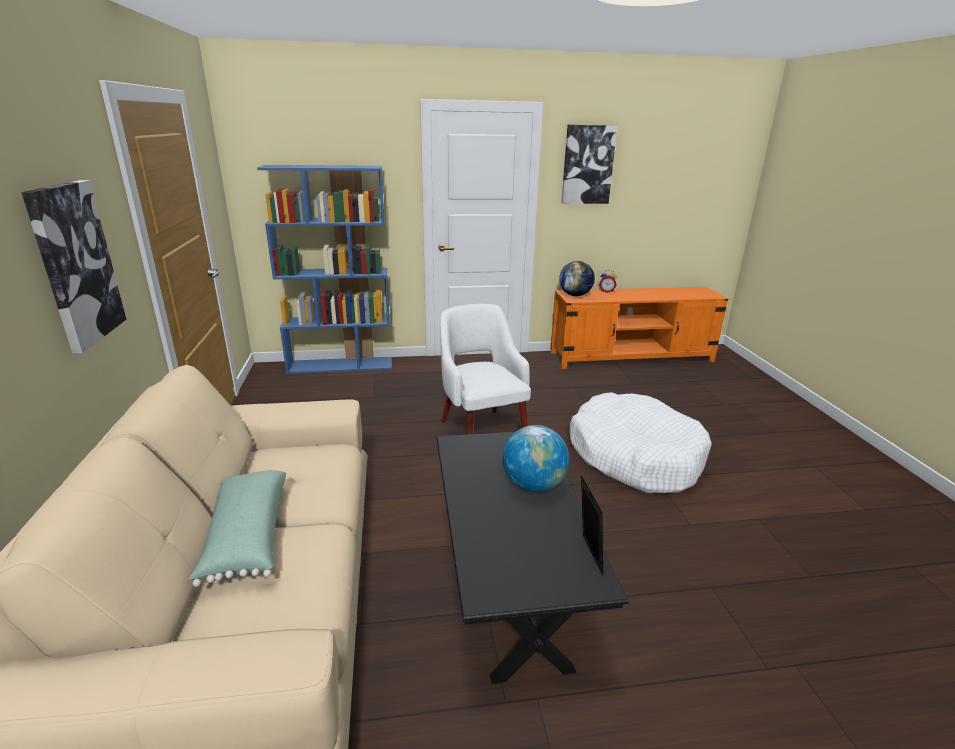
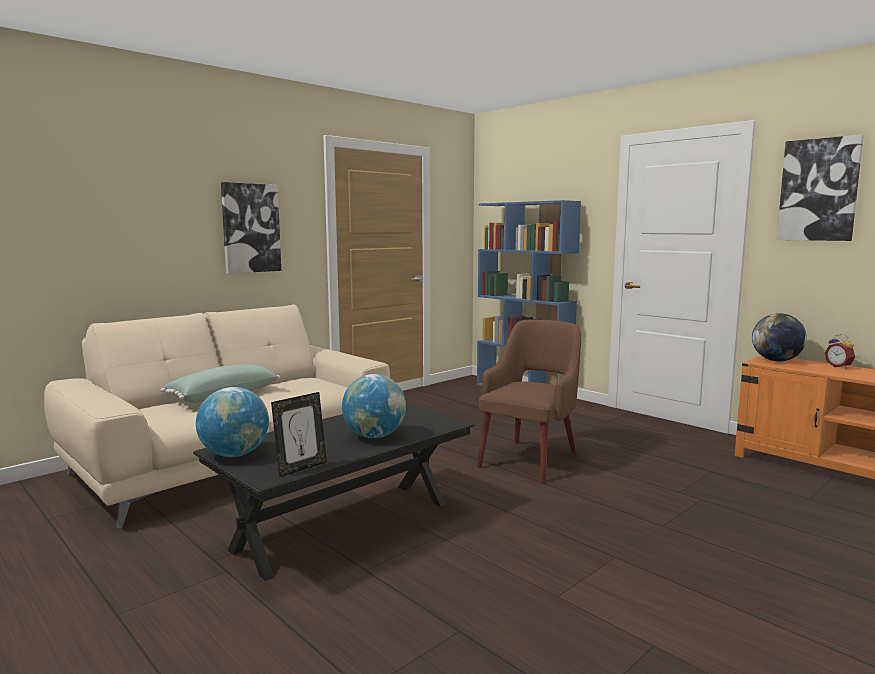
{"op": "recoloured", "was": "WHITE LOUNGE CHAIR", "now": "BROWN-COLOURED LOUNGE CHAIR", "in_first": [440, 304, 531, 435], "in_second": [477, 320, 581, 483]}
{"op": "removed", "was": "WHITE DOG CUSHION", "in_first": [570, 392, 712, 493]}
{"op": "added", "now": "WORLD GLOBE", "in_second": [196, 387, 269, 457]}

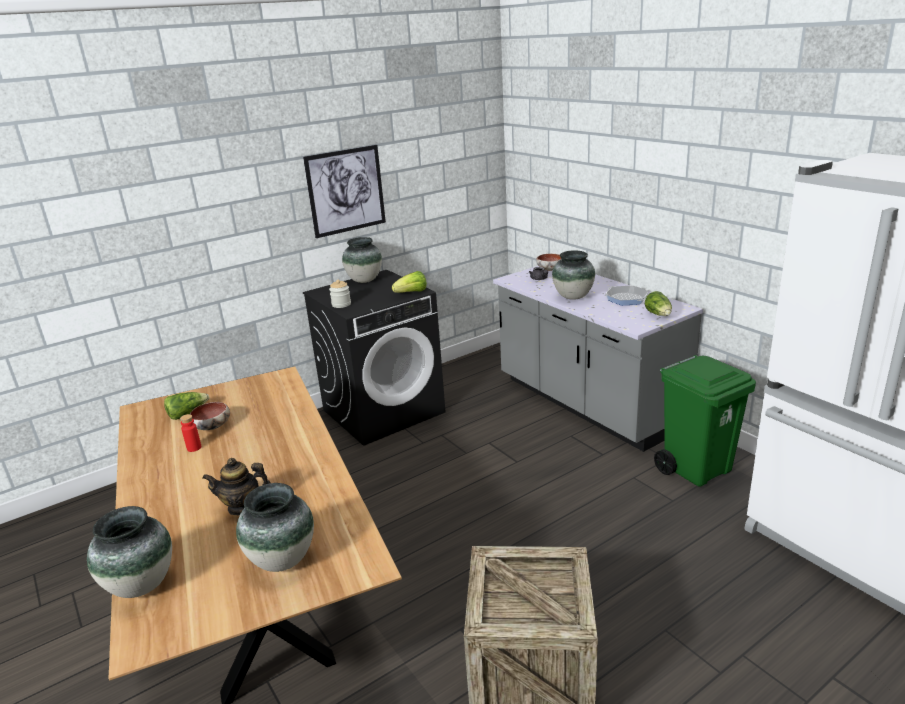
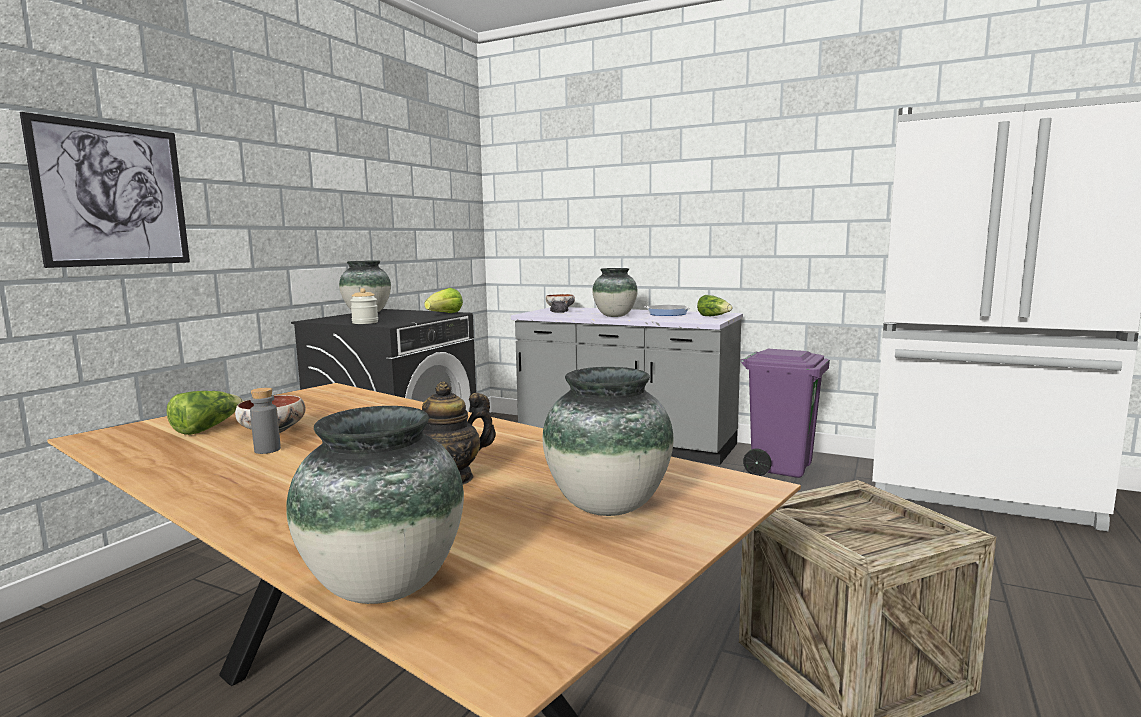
{"op": "moved", "was": "WALL ART", "in_first": [303, 145, 386, 238], "in_second": [20, 112, 190, 268]}
{"op": "recoloured", "was": "GREEN-COLOURED WASTE BIN", "now": "PURPLE WASTE BIN", "in_first": [654, 355, 756, 487], "in_second": [741, 349, 830, 478]}
{"op": "recoloured", "was": "RED BOTTLE", "now": "GRAY BOTTLE", "in_first": [180, 414, 201, 452], "in_second": [250, 388, 281, 454]}

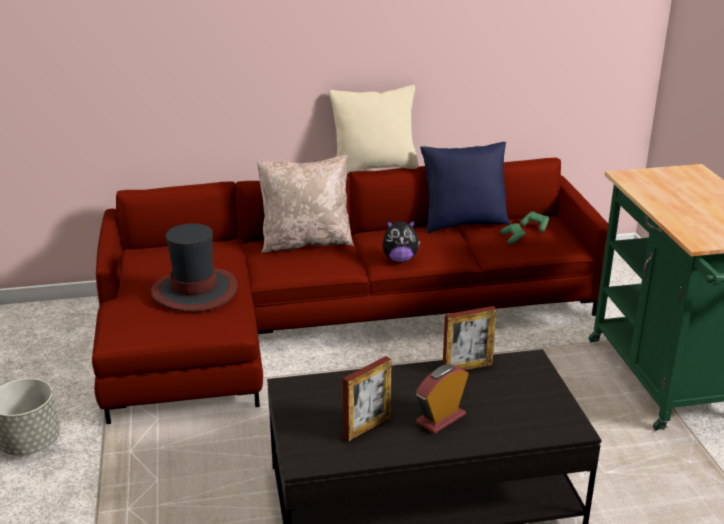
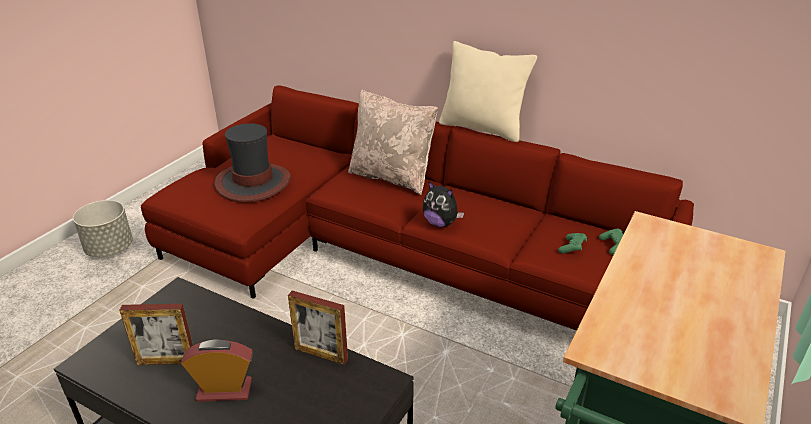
{"op": "removed", "was": "BLUISH THROW PILLOW", "in_first": [420, 142, 510, 233]}

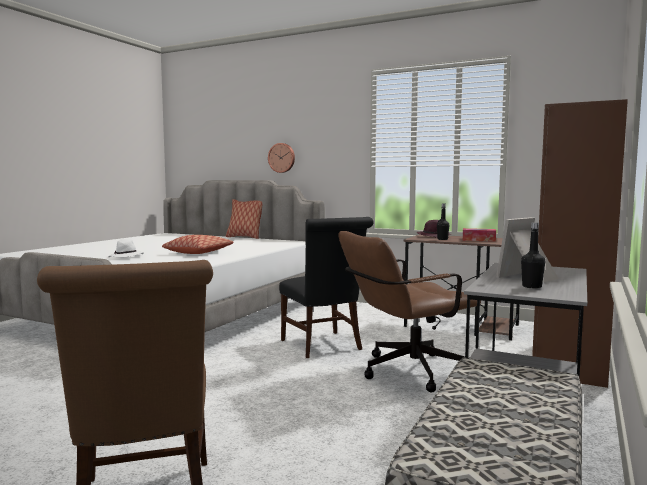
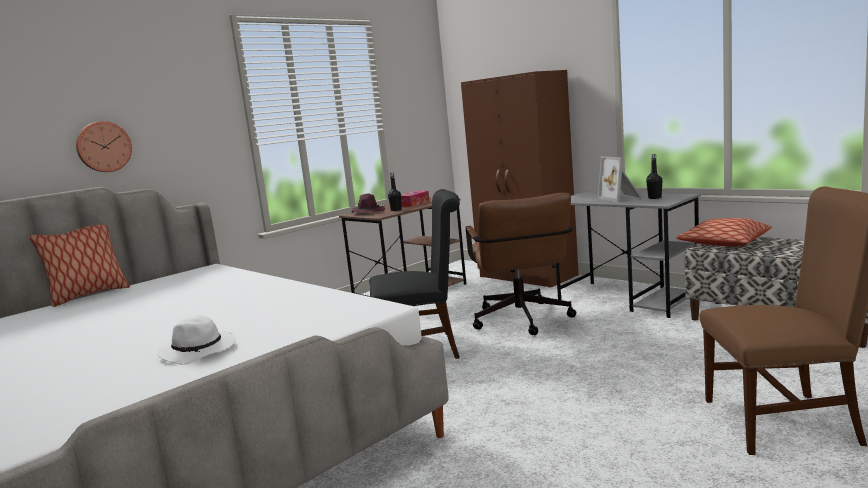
{"op": "moved", "was": "THROW PILLOW", "in_first": [162, 235, 234, 254], "in_second": [676, 218, 772, 247]}

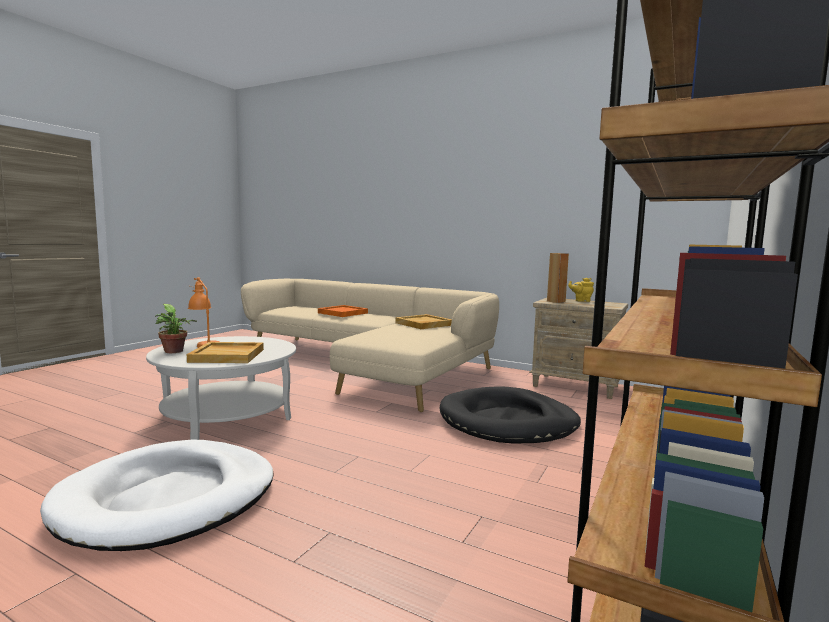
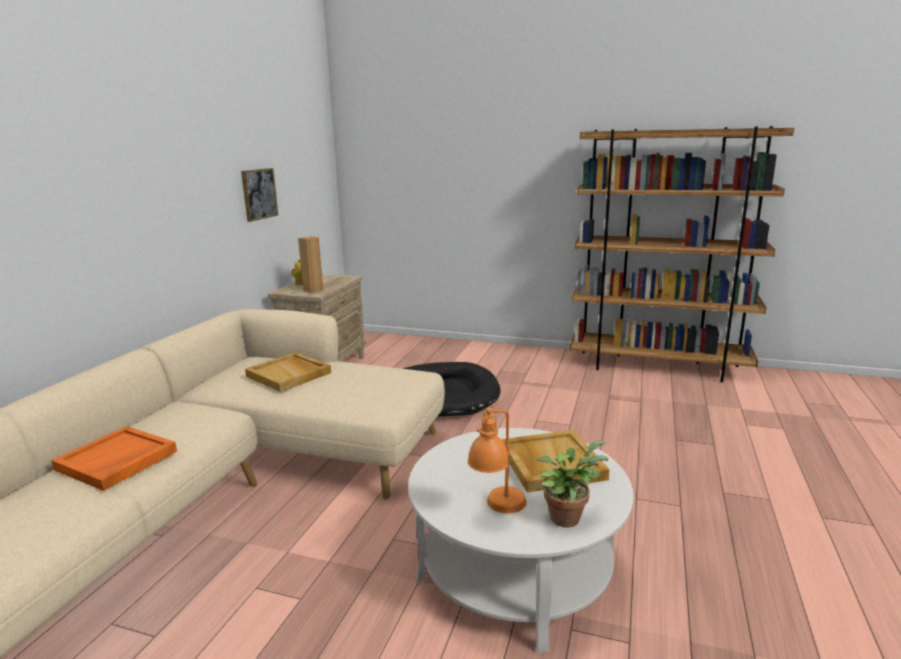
{"op": "removed", "was": "WHITE DOG CUSHION", "in_first": [40, 440, 274, 551]}
{"op": "added", "now": "WALL ART", "in_second": [241, 168, 278, 222]}

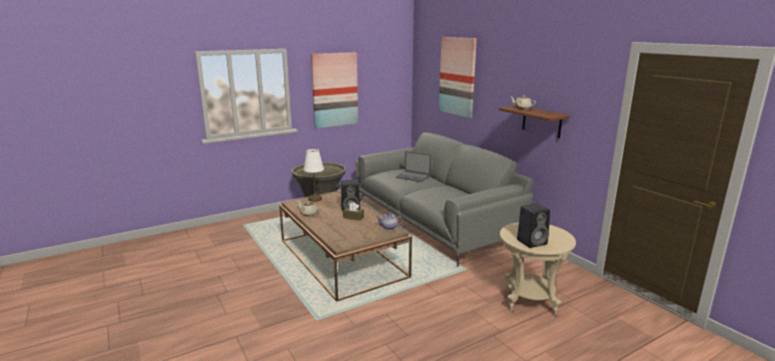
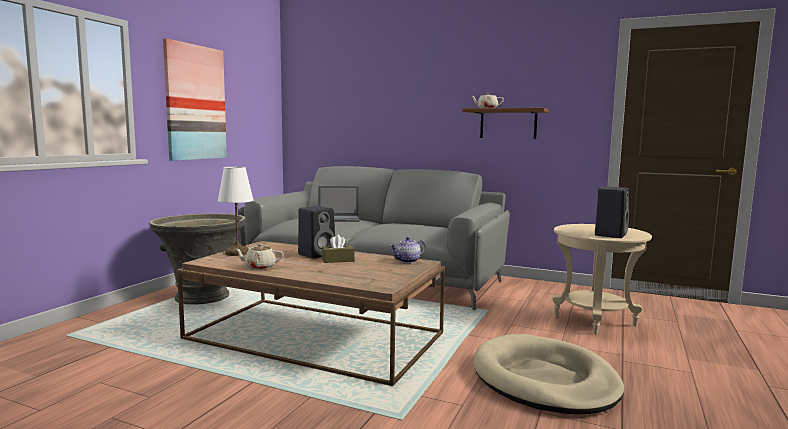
{"op": "removed", "was": "WALL ART", "in_first": [439, 37, 477, 118]}
{"op": "added", "now": "BEIGE DOG CUSHION", "in_second": [473, 334, 624, 415]}

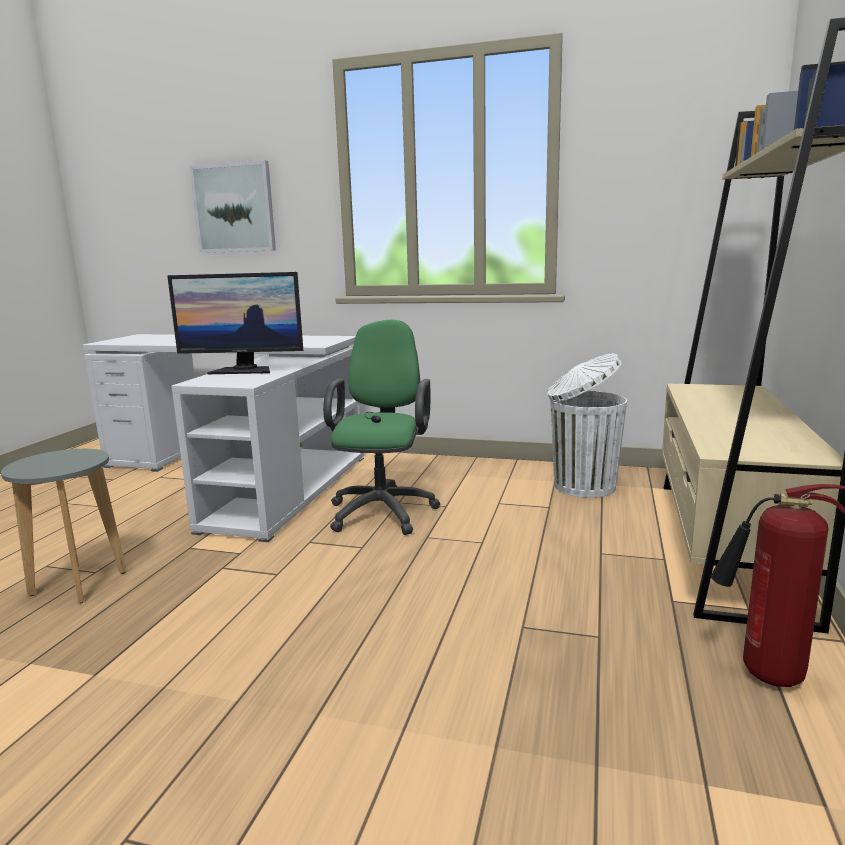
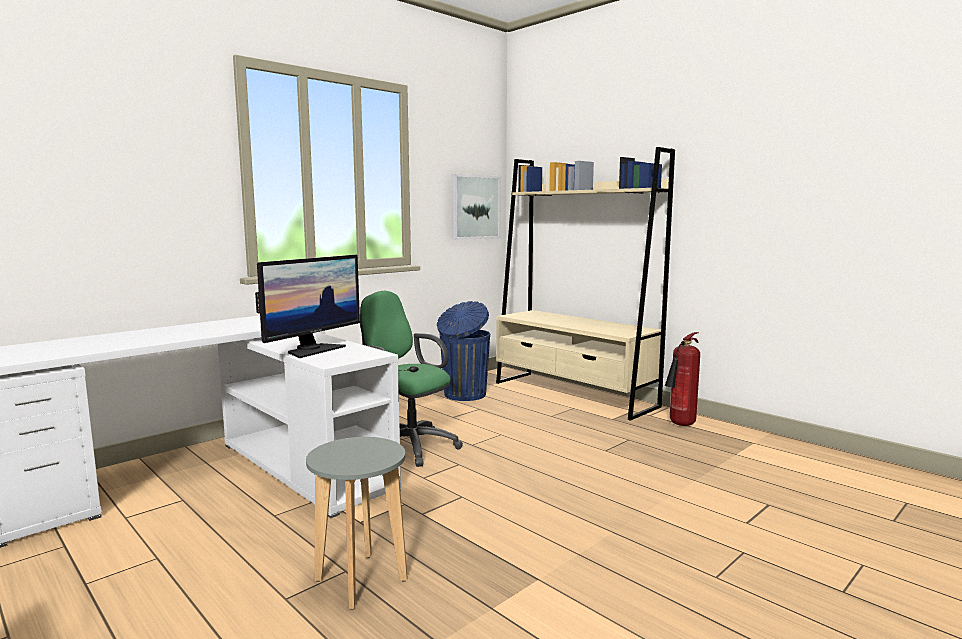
{"op": "moved", "was": "WALL ART", "in_first": [190, 160, 276, 253], "in_second": [451, 174, 501, 240]}
{"op": "recoloured", "was": "WHITE WASTE BIN", "now": "BLUISH WASTE BIN", "in_first": [547, 353, 627, 498], "in_second": [437, 301, 490, 401]}

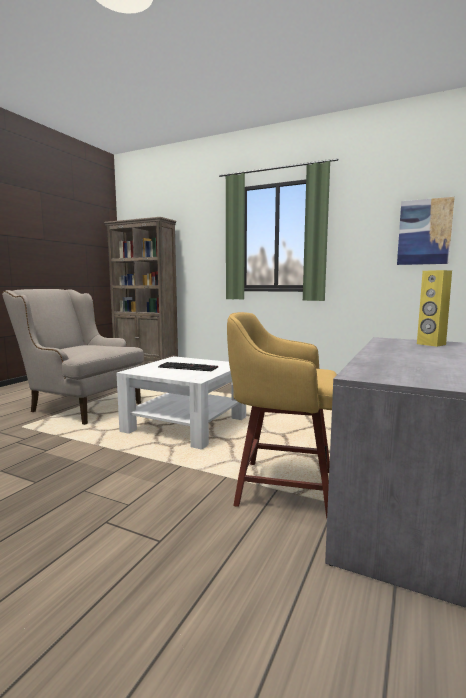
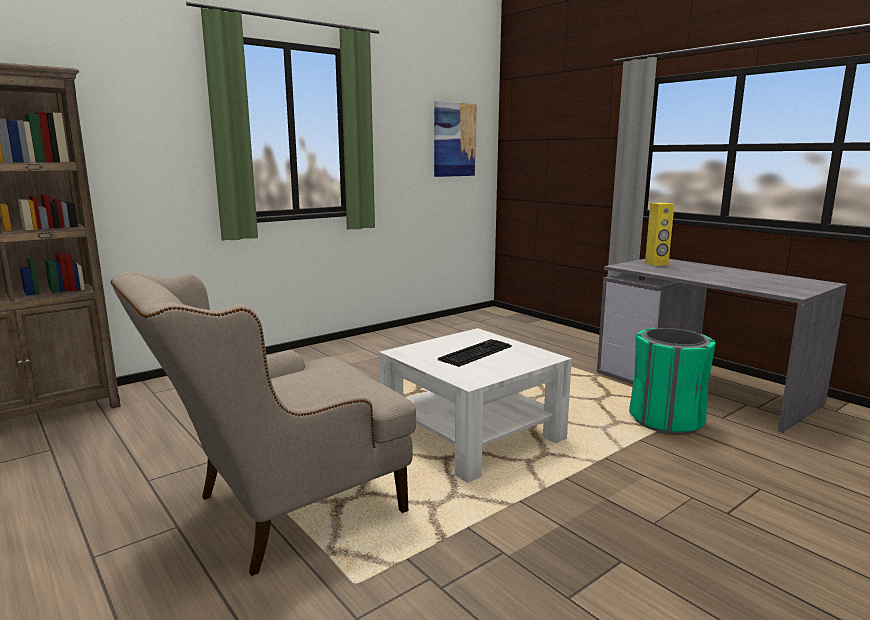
{"op": "replaced", "was": "YELLOW-COLOURED STOOL SEAT", "now": "GREEN-COLOURED WASTE BIN", "in_first": [227, 312, 337, 518], "in_second": [629, 328, 716, 435]}

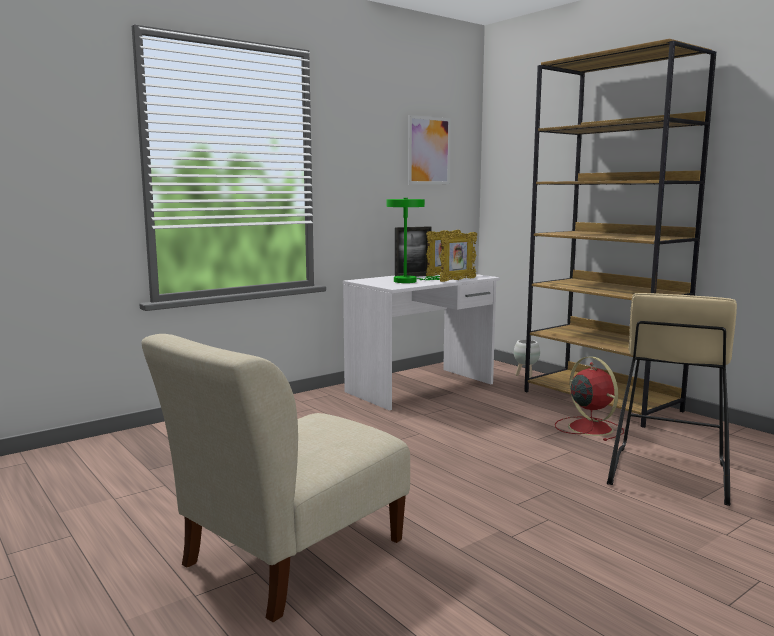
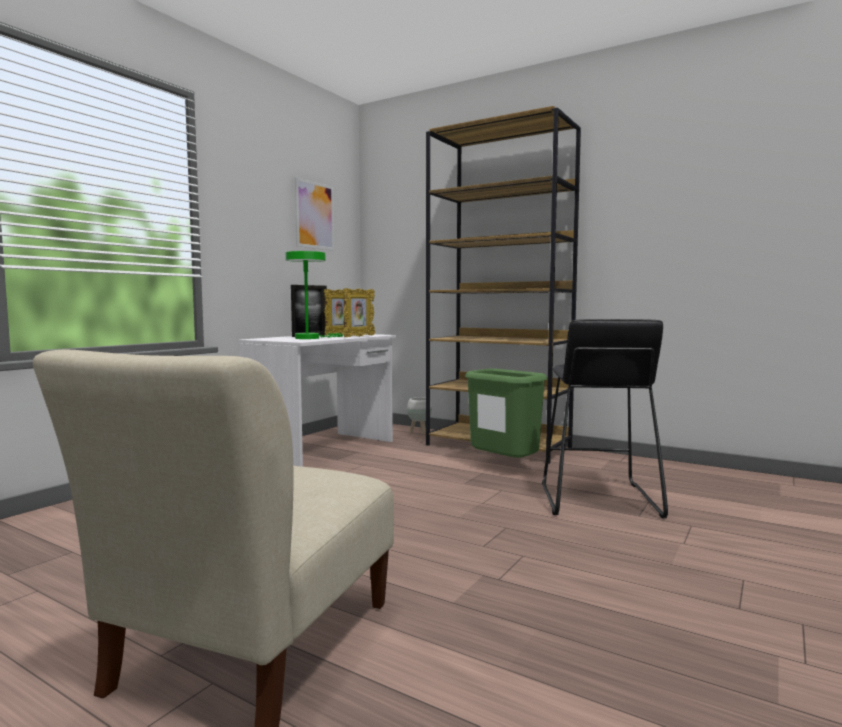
{"op": "recoloured", "was": "BEIGE STOOL SEAT", "now": "BLACK-COLOURED STOOL SEAT", "in_first": [607, 293, 737, 506], "in_second": [542, 319, 668, 518]}
{"op": "replaced", "was": "RED COOLING FAN", "now": "GREEN-COLOURED WASTE BIN", "in_first": [555, 356, 624, 441], "in_second": [465, 369, 548, 458]}

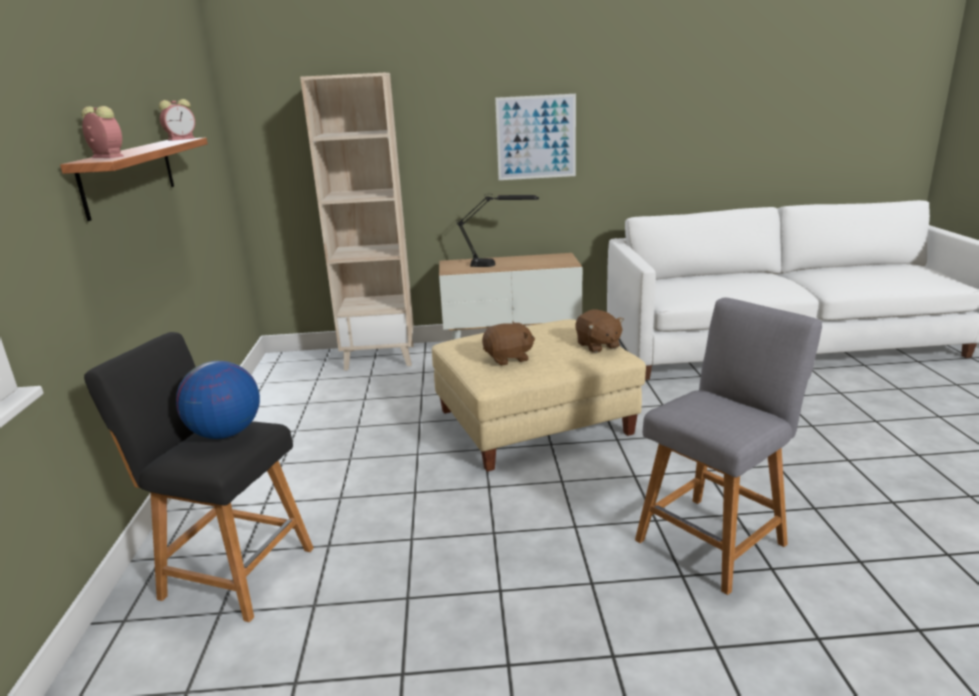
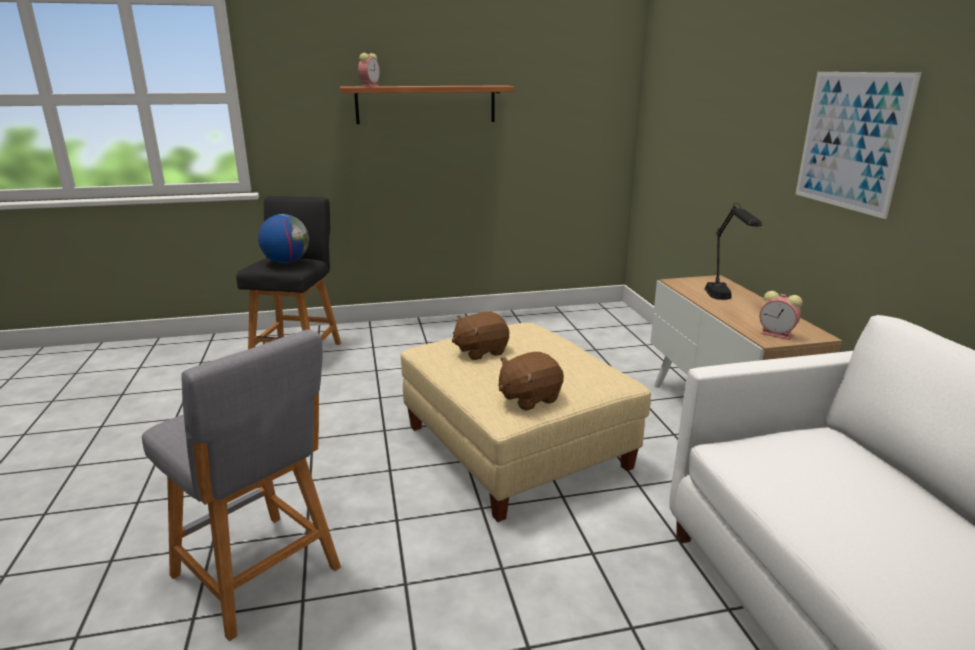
{"op": "removed", "was": "BEIGE SHELVING UNIT", "in_first": [300, 73, 414, 371]}
{"op": "moved", "was": "ALARM CLOCK", "in_first": [159, 99, 195, 141], "in_second": [759, 291, 802, 340]}
{"op": "turned", "was": "BROWN-COLOURED SOFT TOY", "in_first": [482, 321, 535, 366], "in_second": [452, 312, 509, 360], "clockwise": 90}

